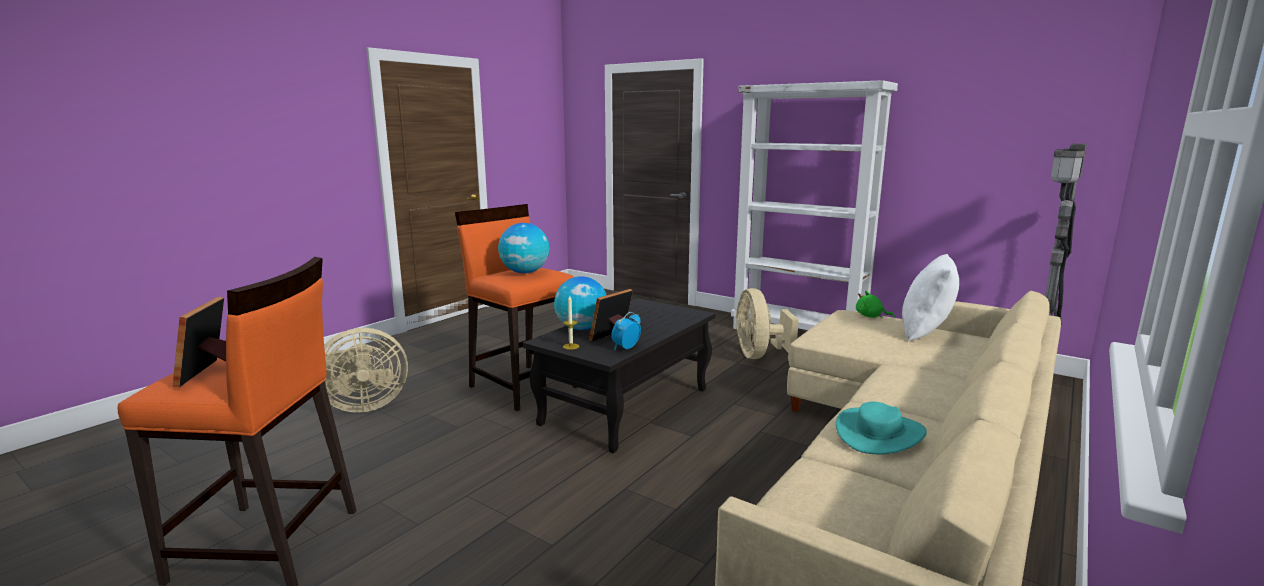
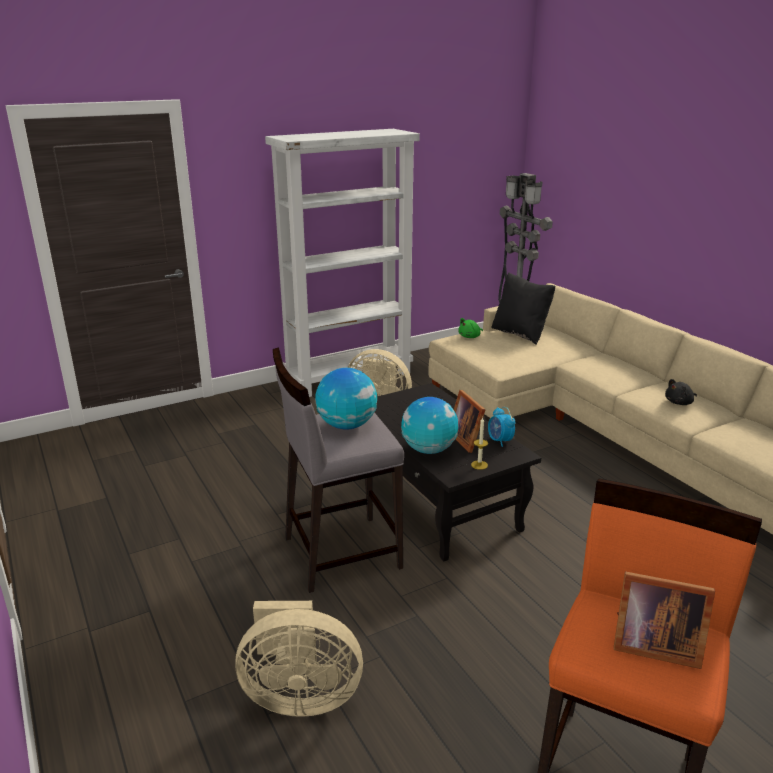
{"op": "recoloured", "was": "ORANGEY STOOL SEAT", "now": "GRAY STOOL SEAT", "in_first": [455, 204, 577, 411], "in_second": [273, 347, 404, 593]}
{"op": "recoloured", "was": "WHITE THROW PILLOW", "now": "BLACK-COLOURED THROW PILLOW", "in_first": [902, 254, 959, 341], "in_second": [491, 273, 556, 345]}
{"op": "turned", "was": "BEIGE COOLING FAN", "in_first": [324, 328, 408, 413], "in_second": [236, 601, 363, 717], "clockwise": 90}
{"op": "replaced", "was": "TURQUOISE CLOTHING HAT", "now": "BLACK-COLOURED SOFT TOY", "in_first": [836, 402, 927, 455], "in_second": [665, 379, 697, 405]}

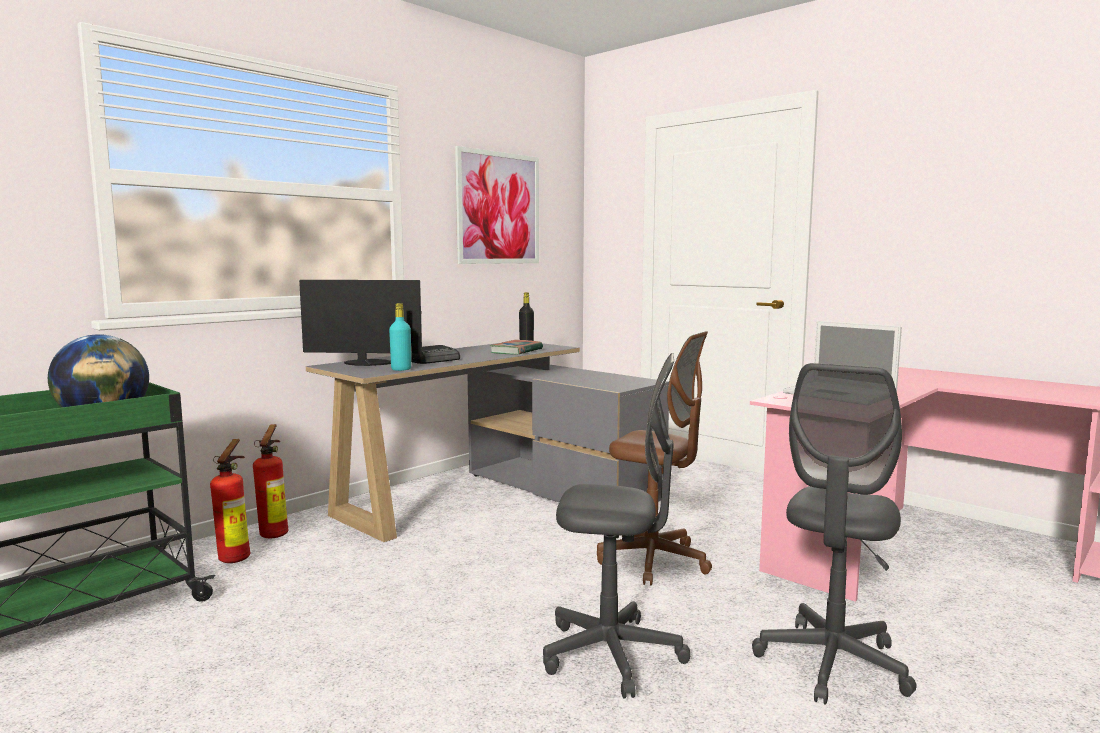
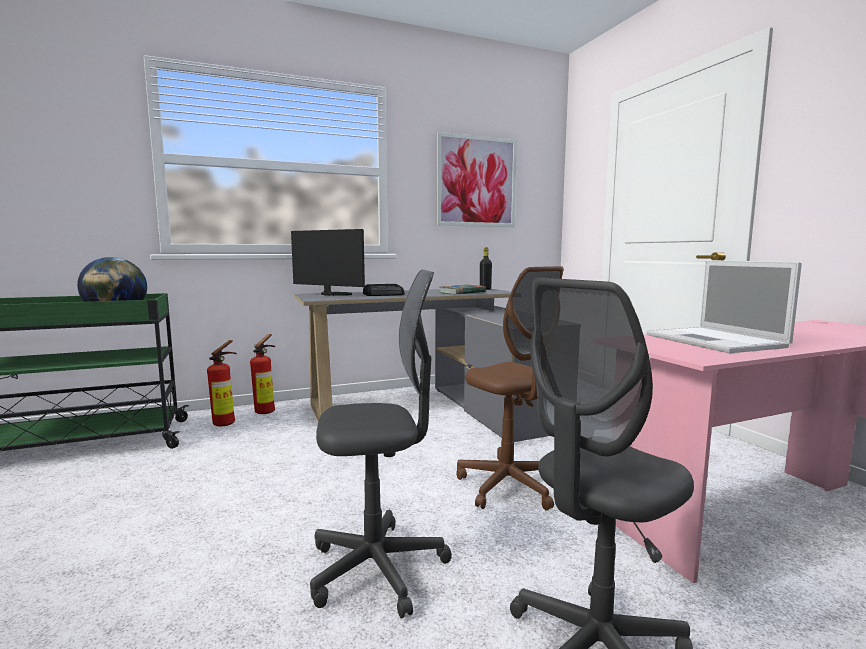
{"op": "removed", "was": "TURQUOISE BOTTLE", "in_first": [389, 303, 411, 371]}
{"op": "turned", "was": "GRAY OFFICE CHAIR", "in_first": [543, 353, 690, 699], "in_second": [310, 270, 452, 619], "clockwise": -45}

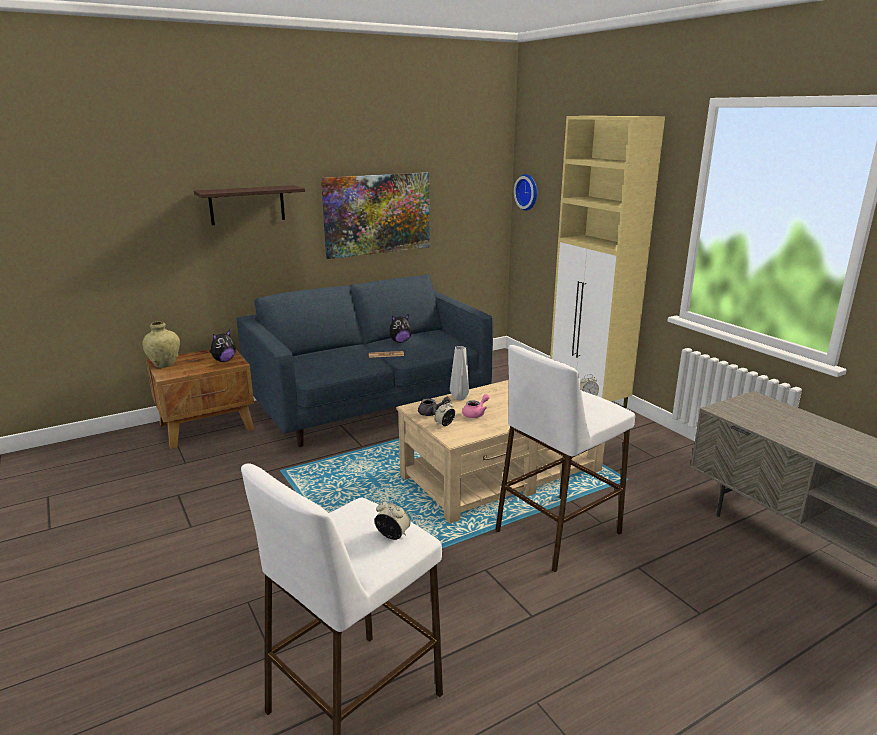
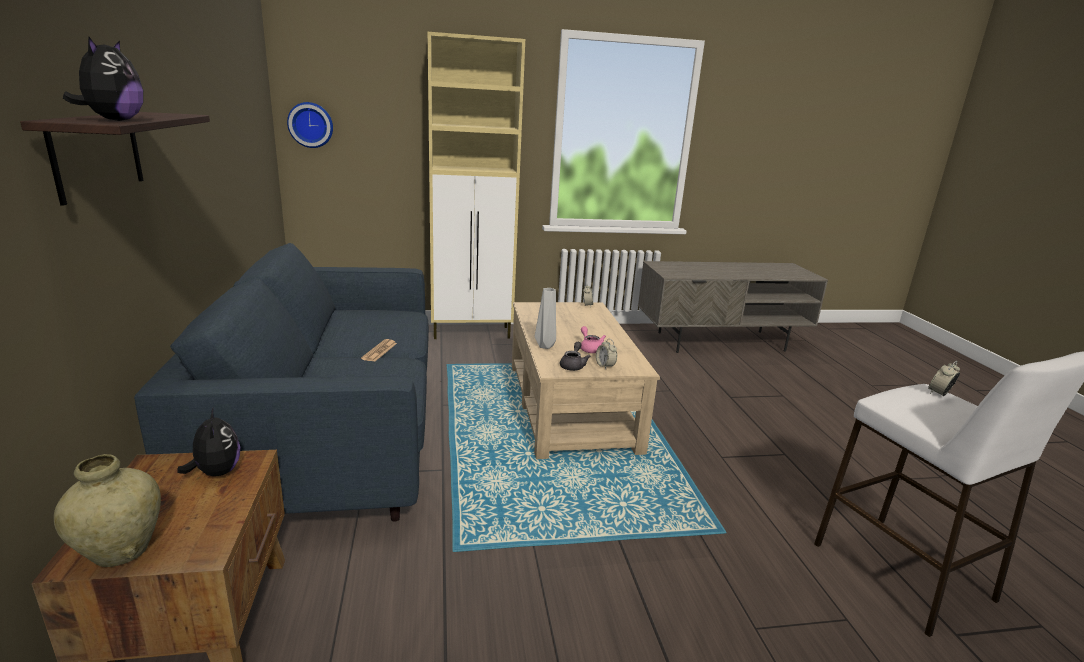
{"op": "removed", "was": "WALL ART", "in_first": [321, 172, 430, 259]}
{"op": "moved", "was": "SOFT TOY", "in_first": [389, 315, 412, 343], "in_second": [63, 37, 144, 121]}
{"op": "removed", "was": "WHITE STOOL SEAT", "in_first": [495, 345, 635, 572]}

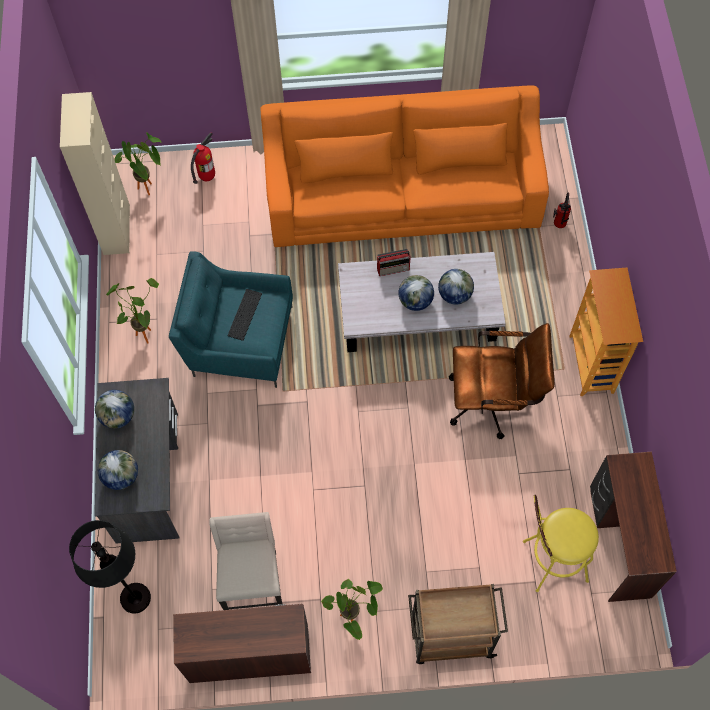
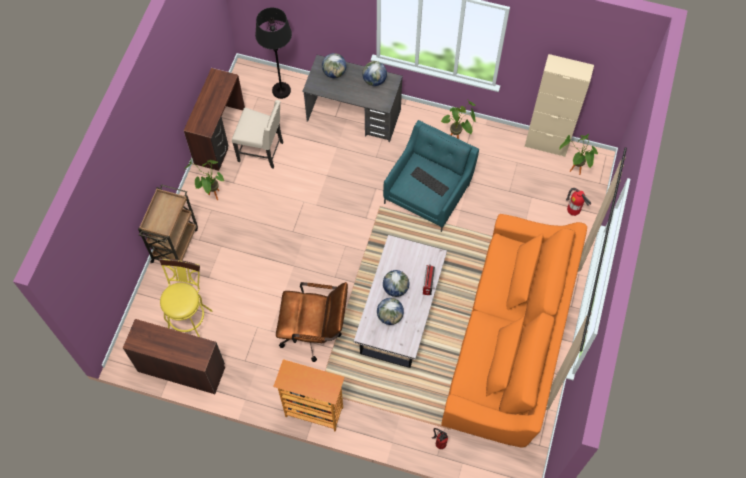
{"op": "turned", "was": "BROWN-COLOURED OFFICE CHAIR", "in_first": [449, 323, 555, 439], "in_second": [276, 282, 348, 362], "clockwise": -105}

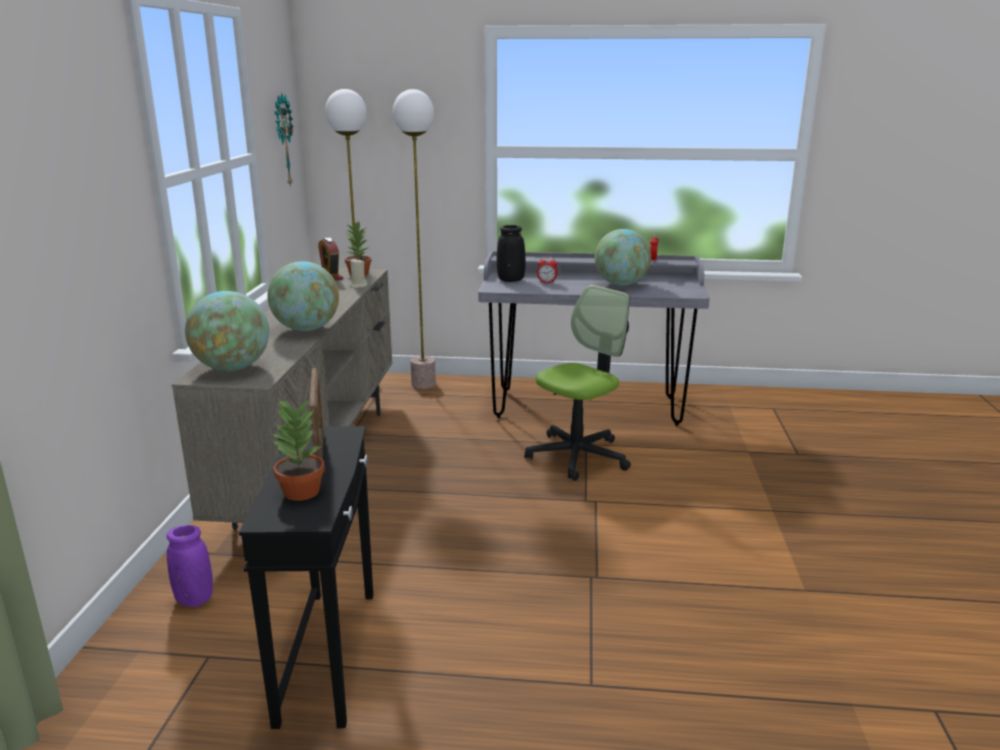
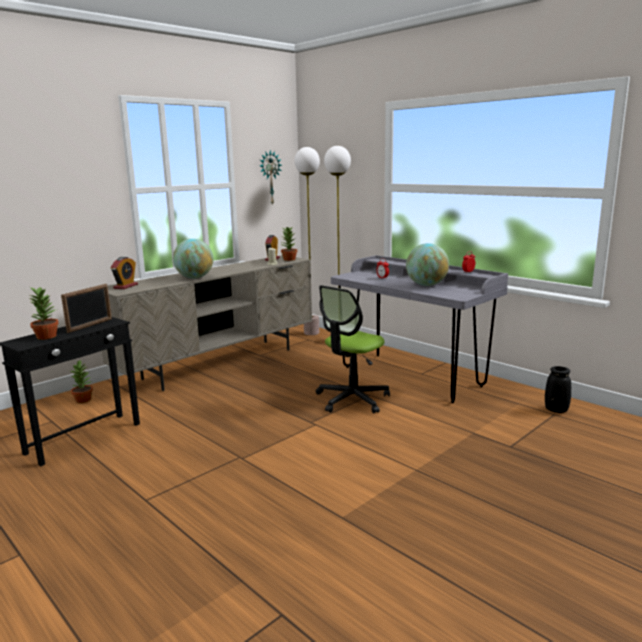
{"op": "moved", "was": "BLACK-COLOURED VASE", "in_first": [496, 225, 526, 282], "in_second": [545, 366, 571, 413]}
{"op": "turned", "was": "OFFICE CHAIR", "in_first": [524, 285, 631, 481], "in_second": [316, 285, 390, 413], "clockwise": 135}
{"op": "replaced", "was": "WORLD GLOBE", "now": "ALARM CLOCK", "in_first": [185, 291, 269, 371], "in_second": [111, 257, 138, 289]}
{"op": "replaced", "was": "PURPLE VASE", "now": "PLANT IN A POT", "in_first": [166, 525, 213, 607], "in_second": [70, 361, 93, 403]}

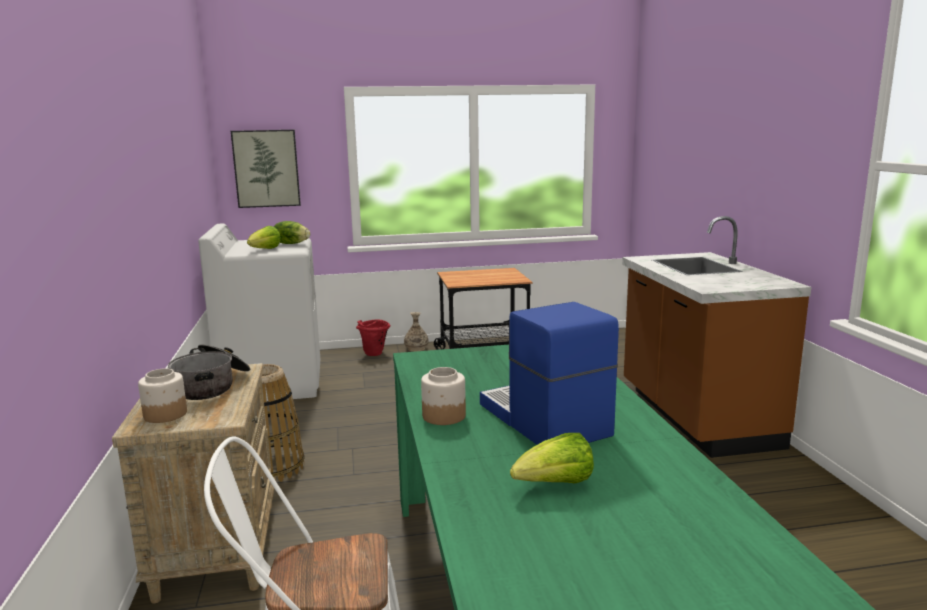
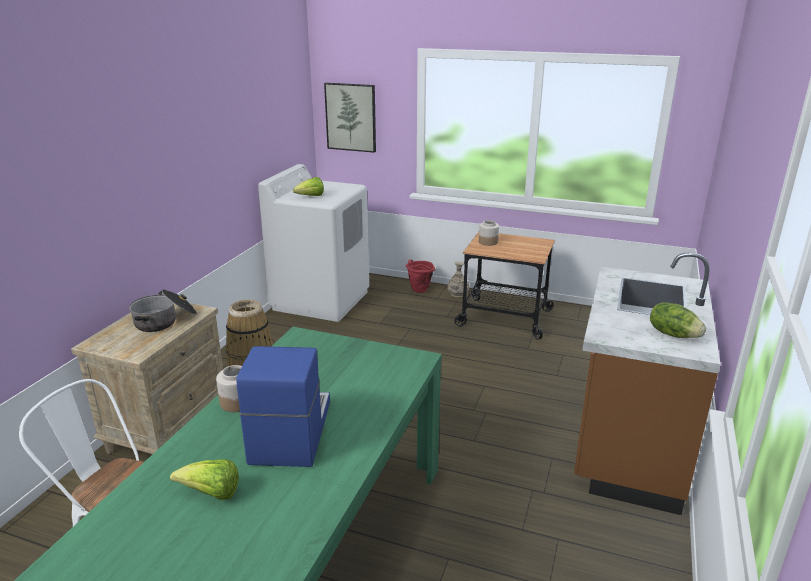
{"op": "moved", "was": "HEAD OF LETTUCE", "in_first": [274, 221, 310, 244], "in_second": [650, 302, 706, 338]}
{"op": "moved", "was": "JAR", "in_first": [138, 368, 187, 423], "in_second": [479, 220, 499, 246]}

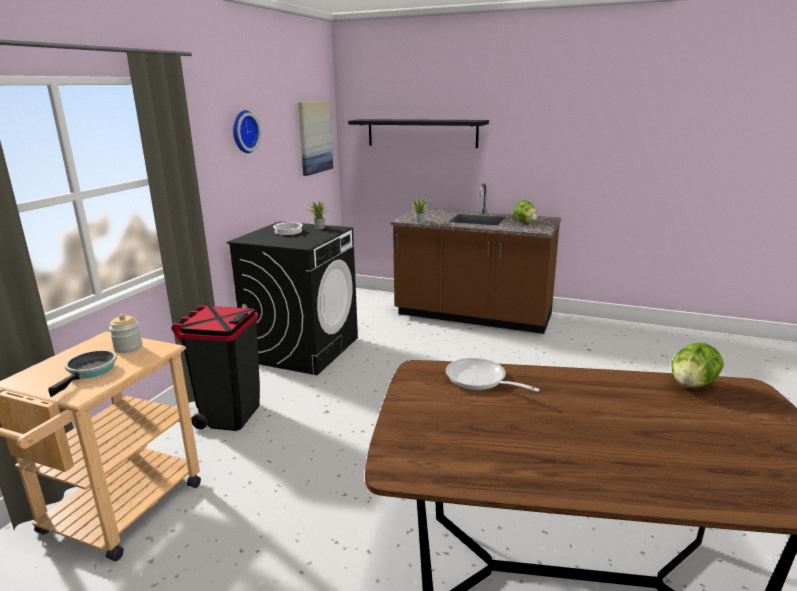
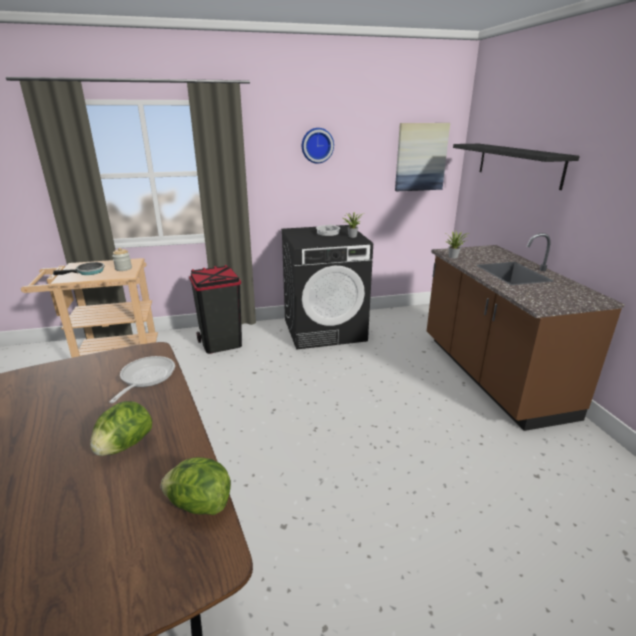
{"op": "moved", "was": "HEAD OF LETTUCE", "in_first": [513, 200, 537, 224], "in_second": [90, 401, 152, 456]}

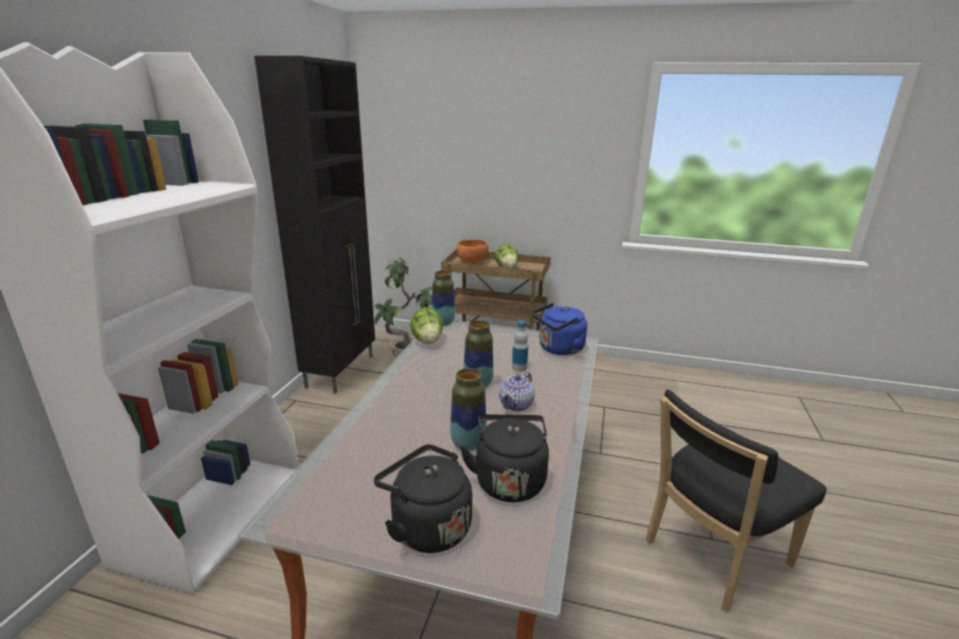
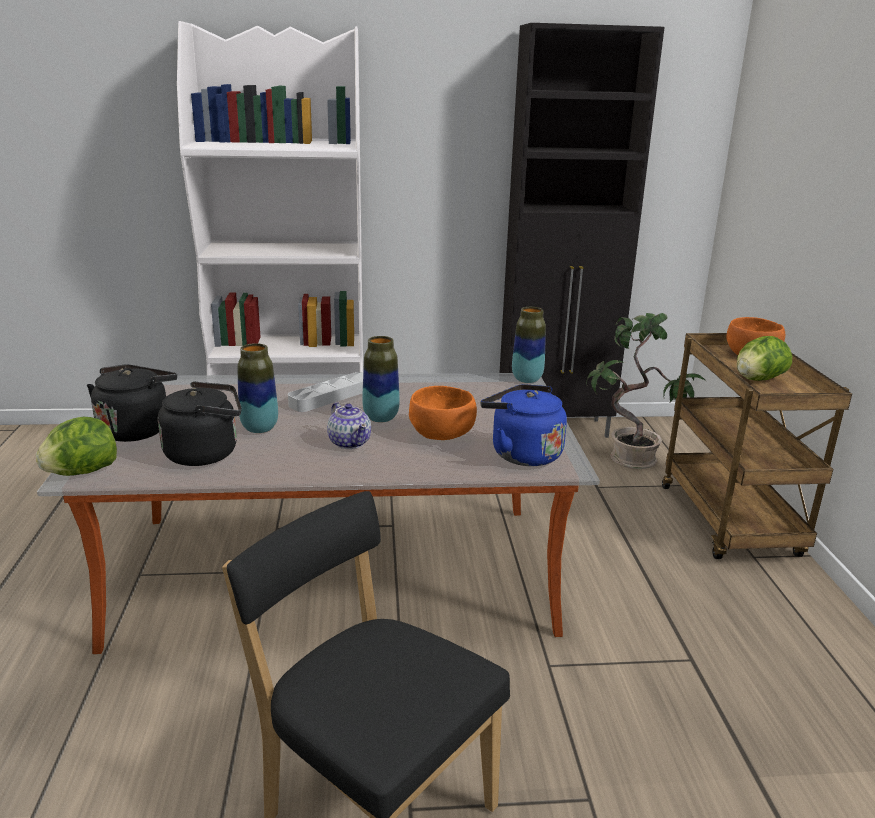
{"op": "moved", "was": "HEAD OF LETTUCE", "in_first": [410, 307, 443, 344], "in_second": [36, 417, 117, 476]}
{"op": "replaced", "was": "BOTTLE", "now": "ORANGEY DEEP DISH", "in_first": [512, 320, 528, 372], "in_second": [409, 386, 477, 440]}
{"op": "turned", "was": "POT FOR TEA", "in_first": [499, 372, 535, 412], "in_second": [327, 402, 371, 449], "clockwise": -135}
{"op": "added", "now": "GRAY TRAY", "in_second": [288, 372, 363, 412]}

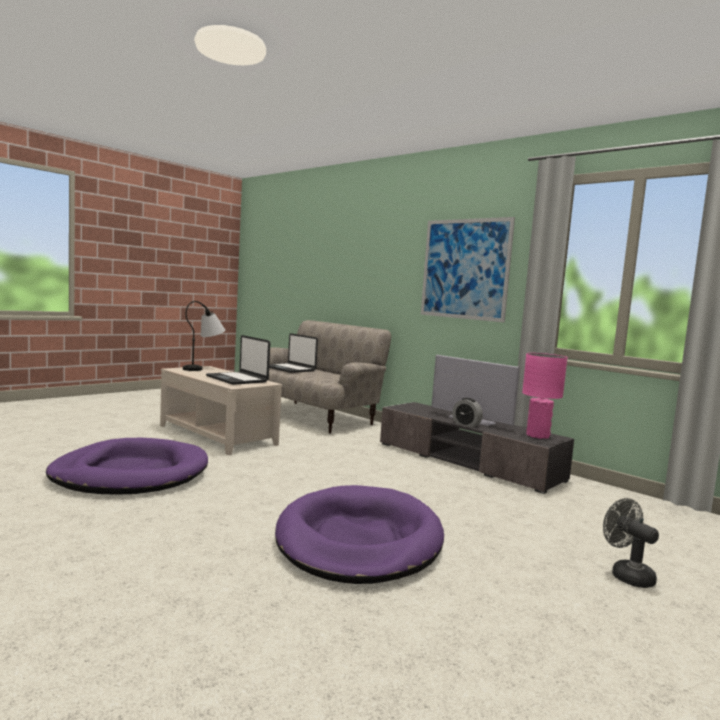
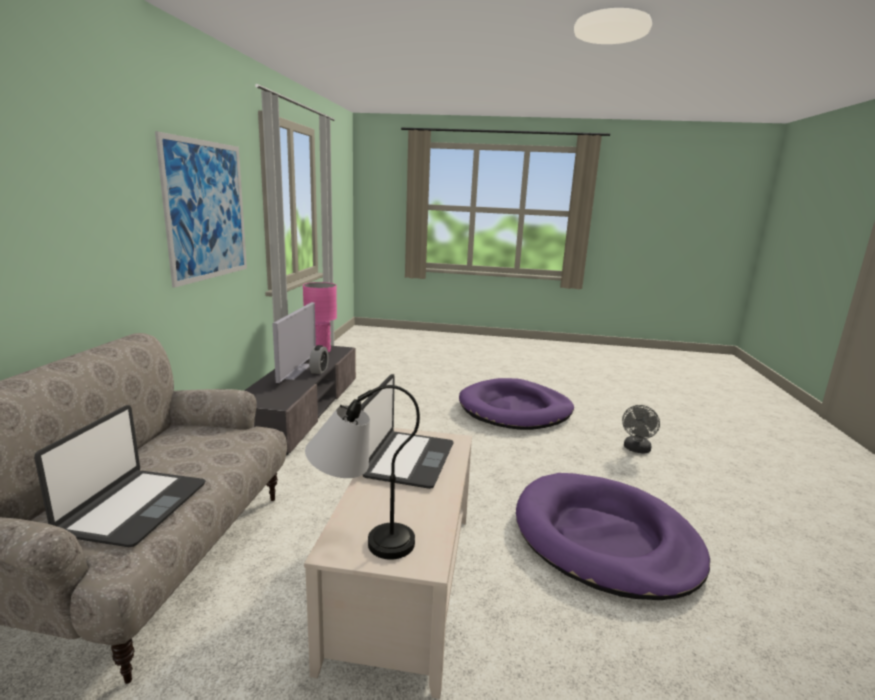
{"op": "moved", "was": "GRAY COOLING FAN", "in_first": [603, 498, 659, 588], "in_second": [622, 405, 660, 454]}

